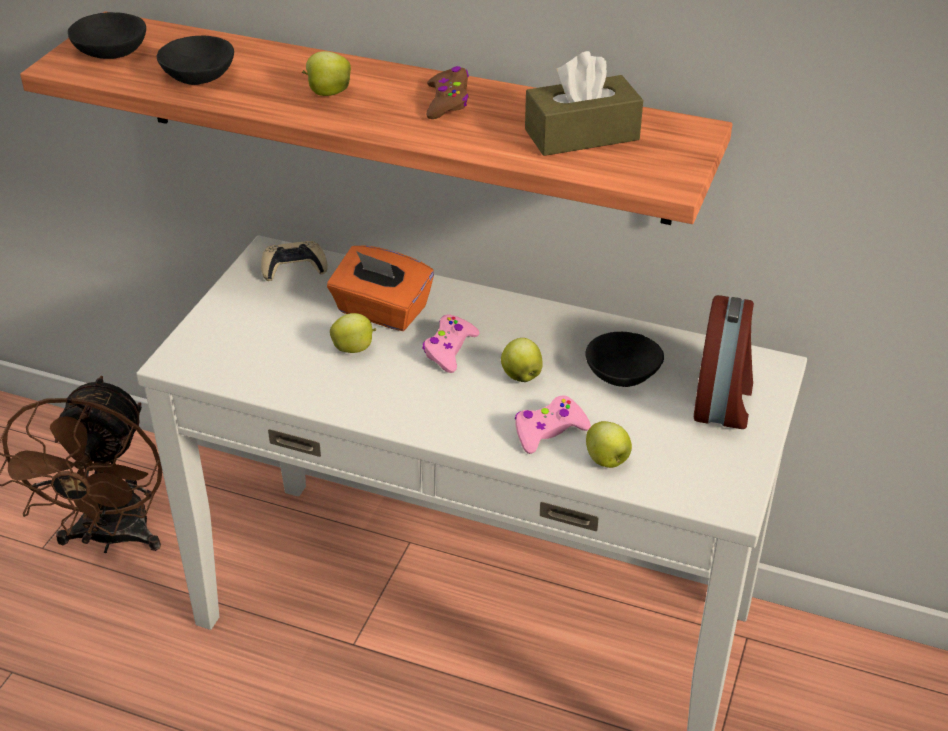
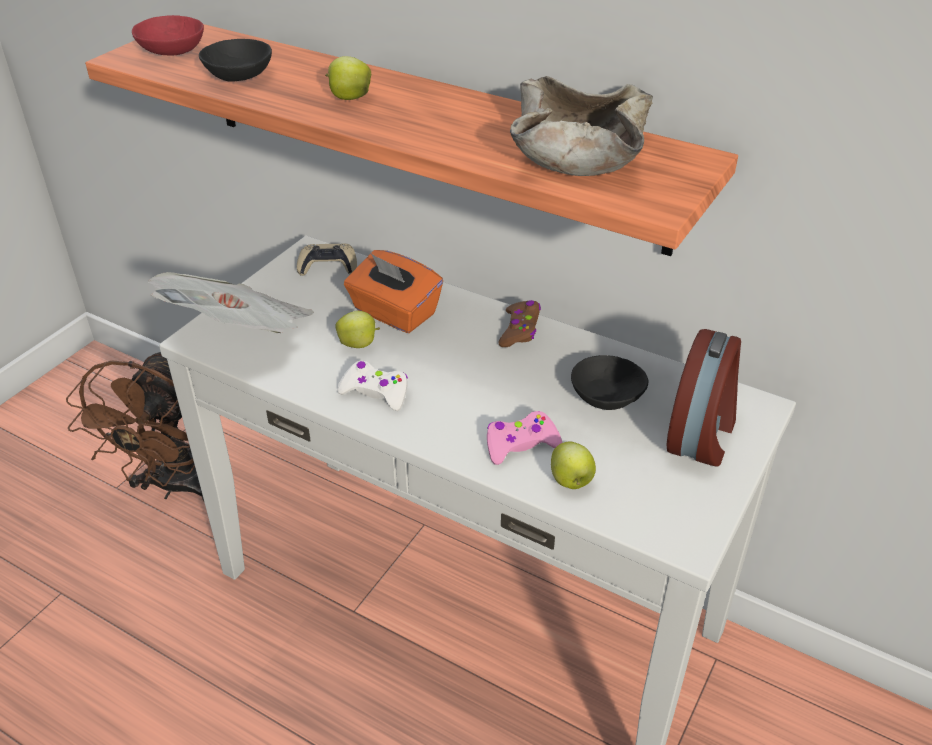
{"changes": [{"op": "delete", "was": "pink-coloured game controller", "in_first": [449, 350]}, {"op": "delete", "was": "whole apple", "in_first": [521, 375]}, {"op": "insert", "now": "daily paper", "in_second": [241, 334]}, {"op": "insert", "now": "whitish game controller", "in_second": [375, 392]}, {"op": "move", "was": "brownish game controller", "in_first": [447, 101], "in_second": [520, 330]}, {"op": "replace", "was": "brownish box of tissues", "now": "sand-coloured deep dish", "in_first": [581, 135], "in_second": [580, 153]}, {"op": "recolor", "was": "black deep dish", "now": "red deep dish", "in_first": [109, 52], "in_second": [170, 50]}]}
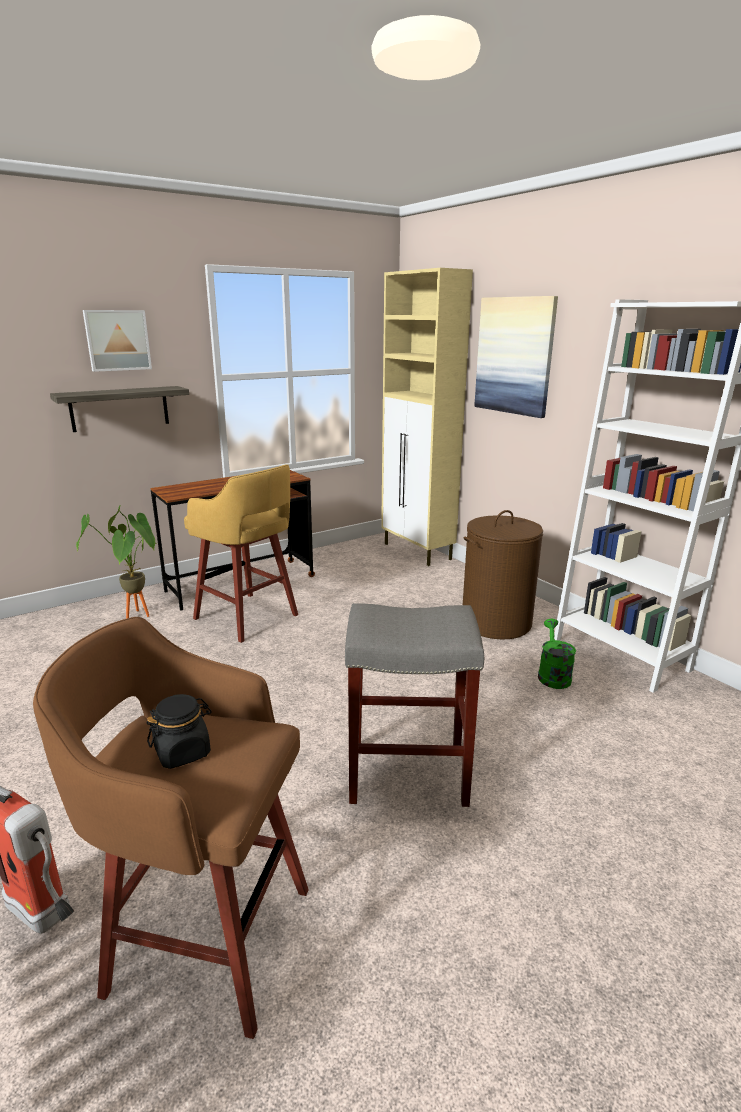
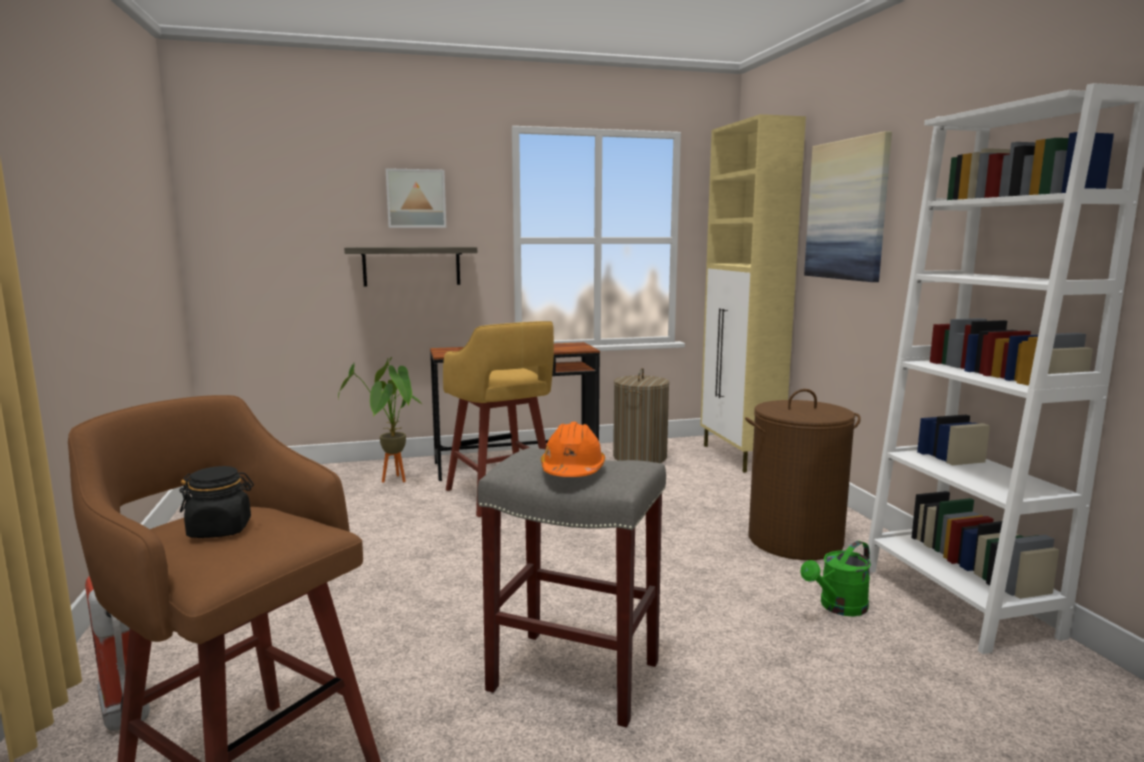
{"changes": [{"op": "insert", "now": "orange-coloured hard hat", "in_second": [572, 470]}, {"op": "insert", "now": "washing basket", "in_second": [640, 457]}, {"op": "rotate", "was": "greenish watering pot", "in_first": [552, 675], "in_second": [838, 607], "clockwise": -150}]}
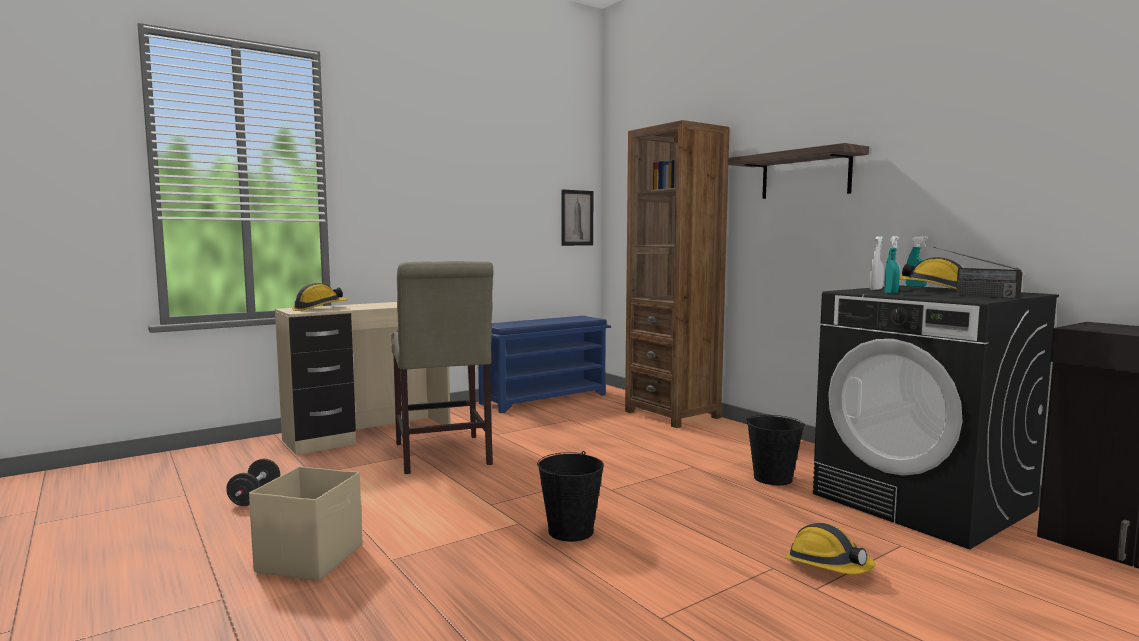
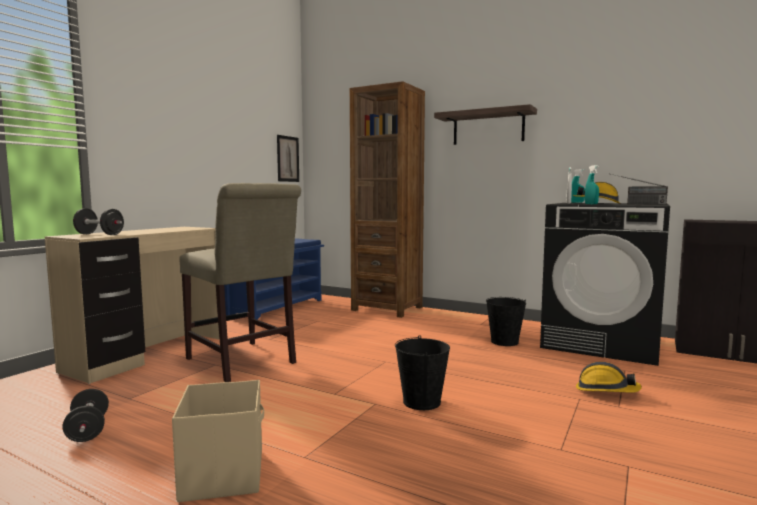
{"changes": [{"op": "replace", "was": "hard hat", "now": "black free weight", "in_first": [319, 308], "in_second": [99, 234]}]}
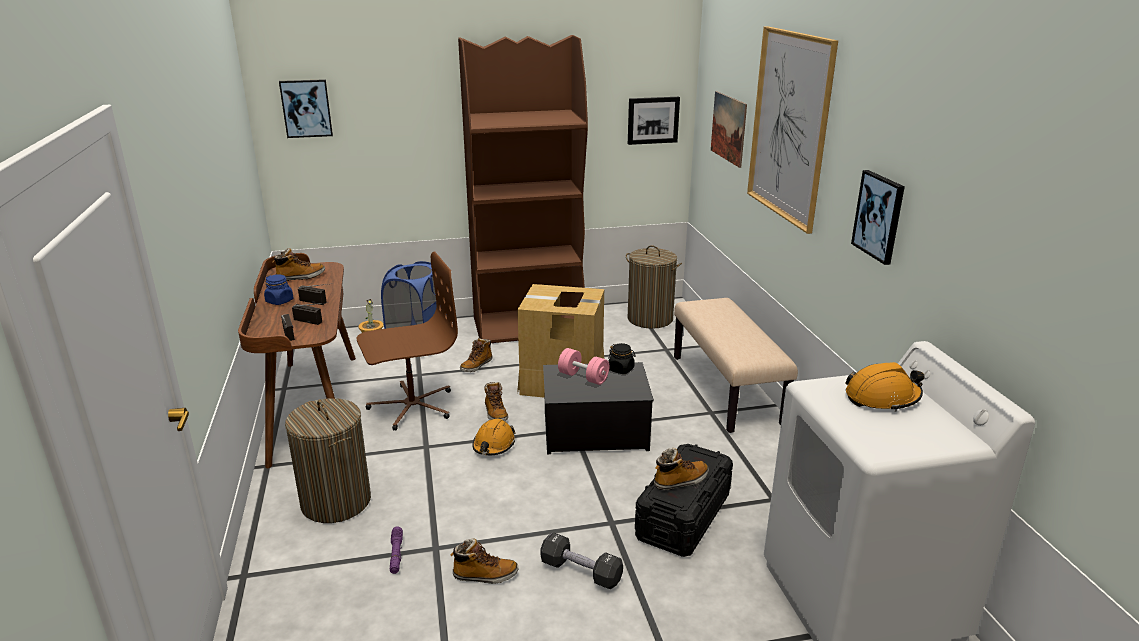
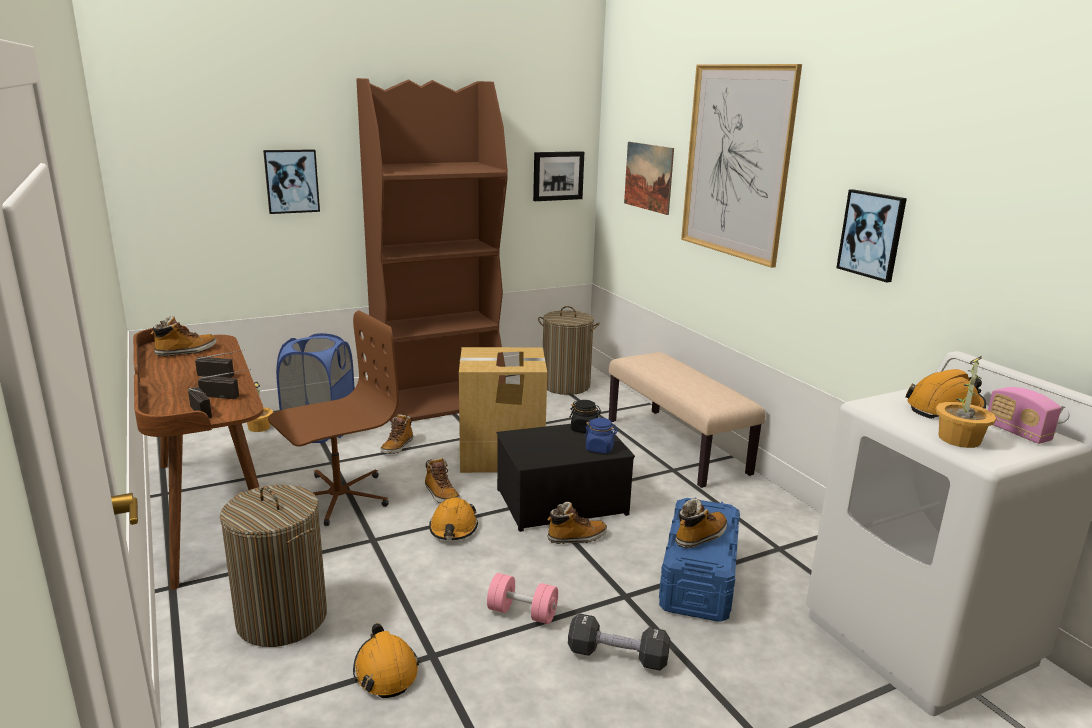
{"changes": [{"op": "insert", "now": "plant in a pot", "in_second": [960, 439]}, {"op": "insert", "now": "radio receiver", "in_second": [1017, 433]}, {"op": "move", "was": "blue-coloured jar", "in_first": [280, 301], "in_second": [600, 448]}, {"op": "move", "was": "wall art", "in_first": [306, 108], "in_second": [291, 181]}, {"op": "move", "was": "high-top boot", "in_first": [485, 575], "in_second": [576, 538]}, {"op": "move", "was": "pink-coloured free weight", "in_first": [583, 377], "in_second": [522, 613]}, {"op": "replace", "was": "purple torch", "now": "orange-coloured hard hat", "in_first": [396, 554], "in_second": [385, 671]}, {"op": "recolor", "was": "black storage box", "now": "blue-coloured storage box", "in_first": [683, 516], "in_second": [699, 578]}]}
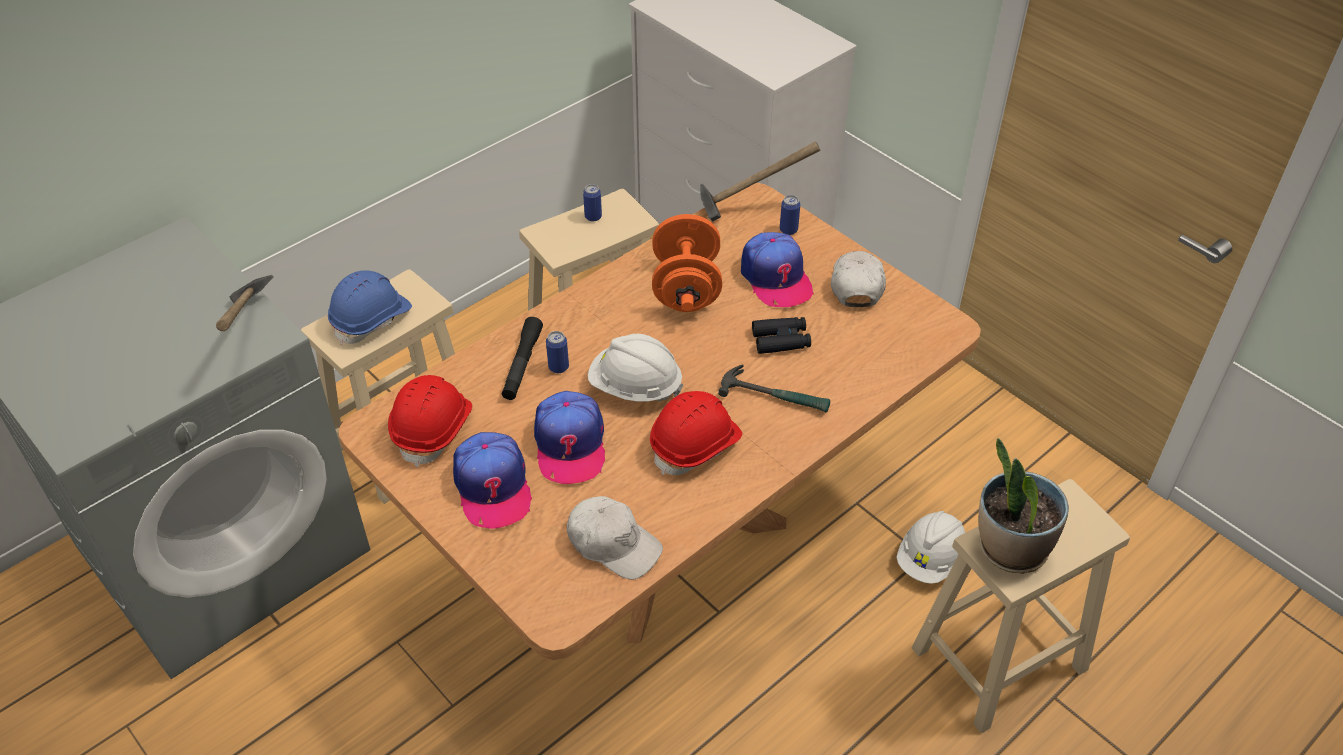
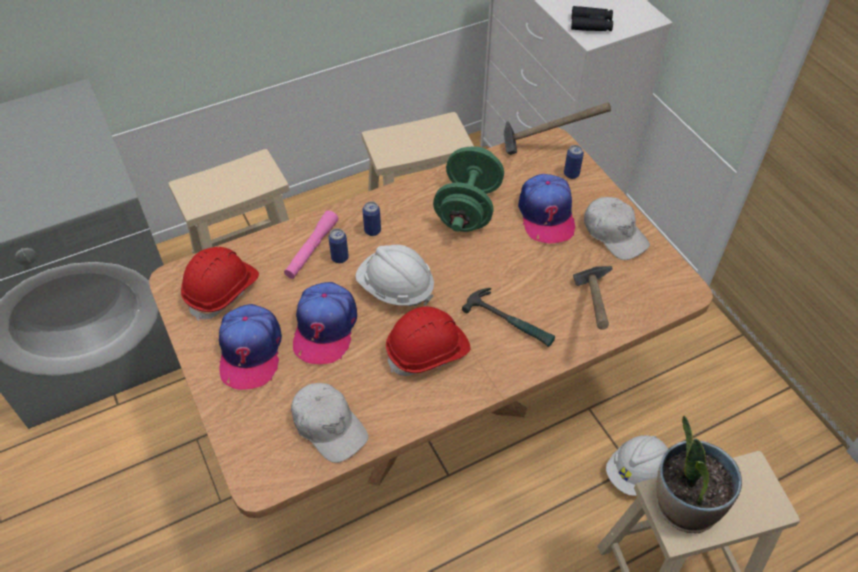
{"changes": [{"op": "delete", "was": "blue-coloured hard hat", "in_first": [372, 319]}, {"op": "move", "was": "hand hammer", "in_first": [252, 335], "in_second": [591, 317]}, {"op": "move", "was": "can", "in_first": [593, 217], "in_second": [372, 230]}, {"op": "move", "was": "black pair of binoculars", "in_first": [781, 340], "in_second": [591, 24]}, {"op": "recolor", "was": "black torch", "now": "pink-coloured torch", "in_first": [522, 364], "in_second": [312, 249]}, {"op": "recolor", "was": "orange-coloured free weight", "now": "greenish free weight", "in_first": [686, 288], "in_second": [468, 209]}, {"op": "rotate", "was": "whitish cap", "in_first": [856, 284], "in_second": [614, 234], "clockwise": 120}]}
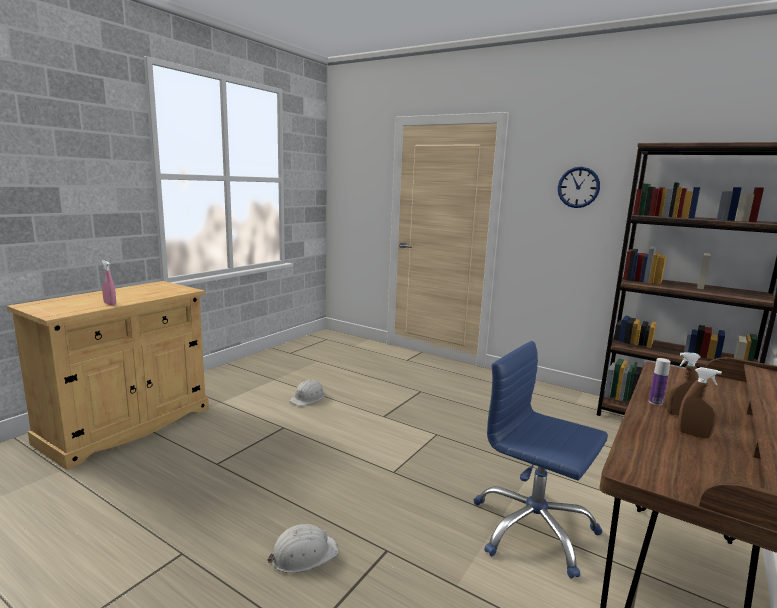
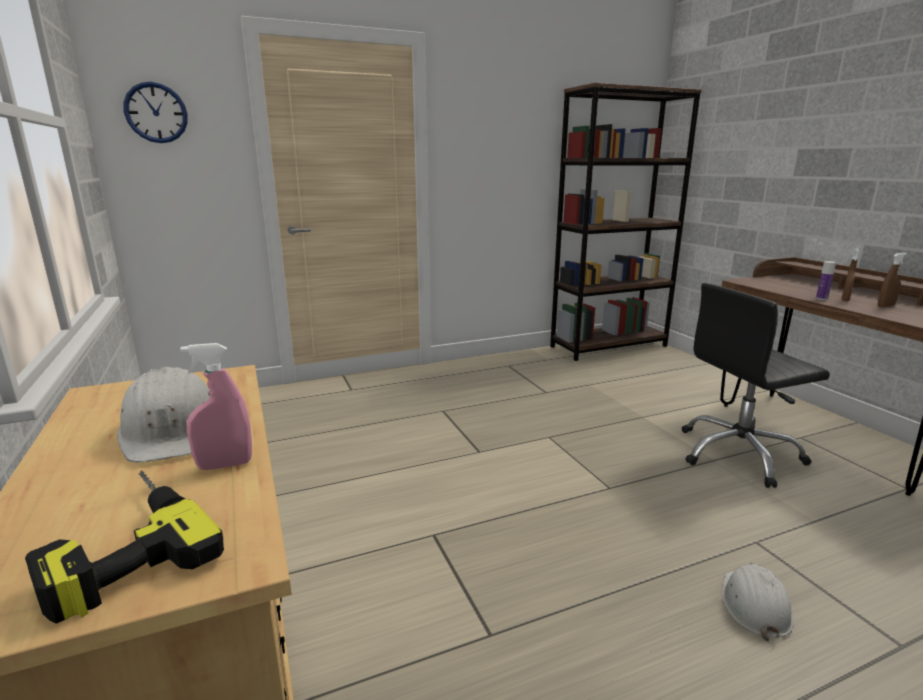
{"changes": [{"op": "insert", "now": "electric drill", "in_second": [120, 545]}, {"op": "move", "was": "whitish hard hat", "in_first": [308, 398], "in_second": [172, 430]}, {"op": "move", "was": "wall clock", "in_first": [578, 187], "in_second": [156, 113]}, {"op": "recolor", "was": "blue-coloured computer chair", "now": "black computer chair", "in_first": [533, 529], "in_second": [738, 454]}]}
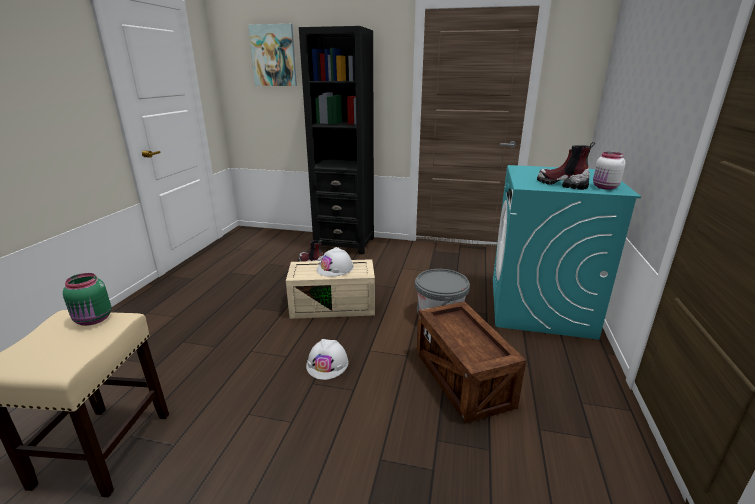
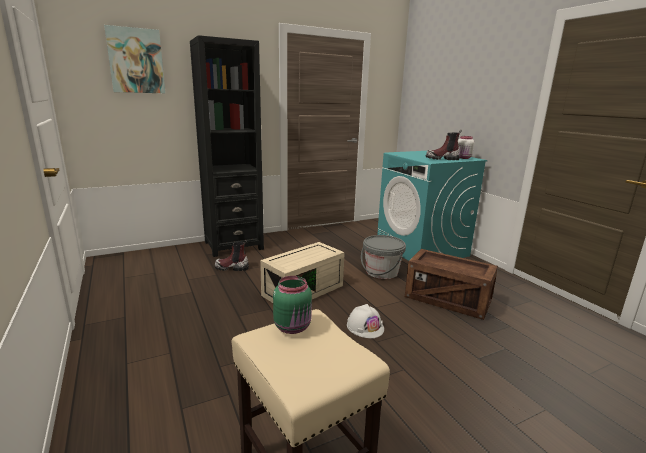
{"changes": [{"op": "delete", "was": "whitish hard hat", "in_first": [335, 268]}]}
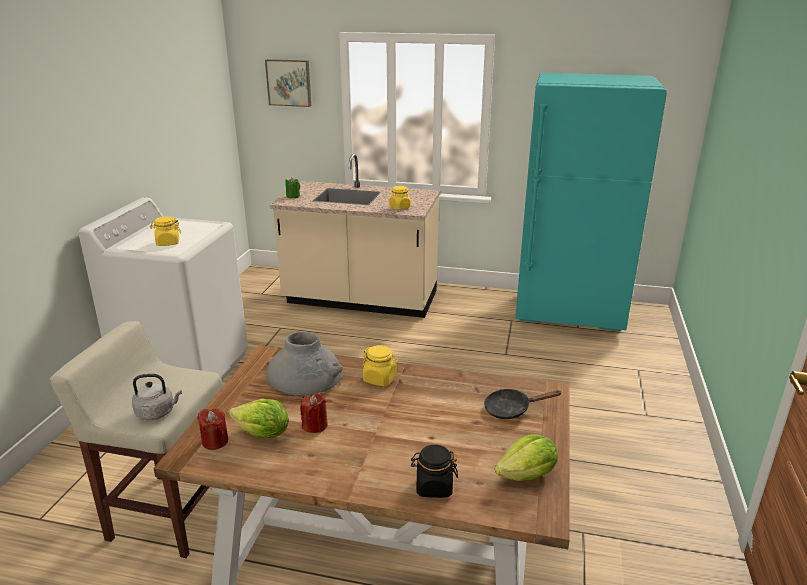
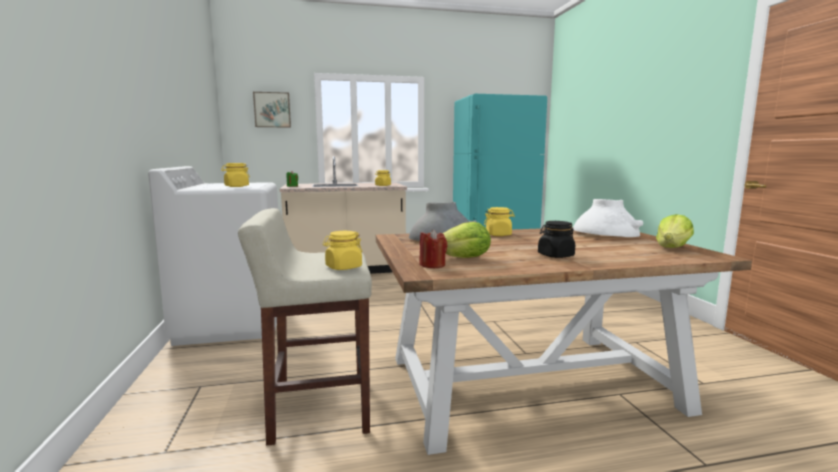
{"changes": [{"op": "delete", "was": "red candle", "in_first": [315, 425]}, {"op": "move", "was": "black jar", "in_first": [433, 487], "in_second": [555, 255]}, {"op": "replace", "was": "greyish kettle", "now": "yellowish jar", "in_first": [157, 412], "in_second": [343, 267]}, {"op": "replace", "was": "black frying pan", "now": "whitish vase", "in_first": [511, 409], "in_second": [605, 233]}]}
